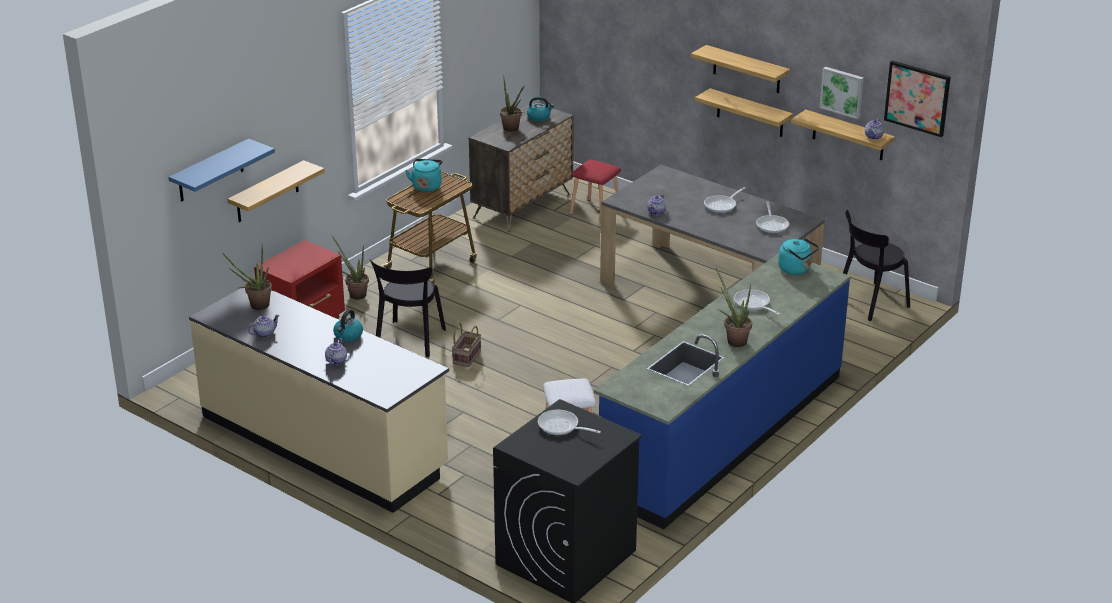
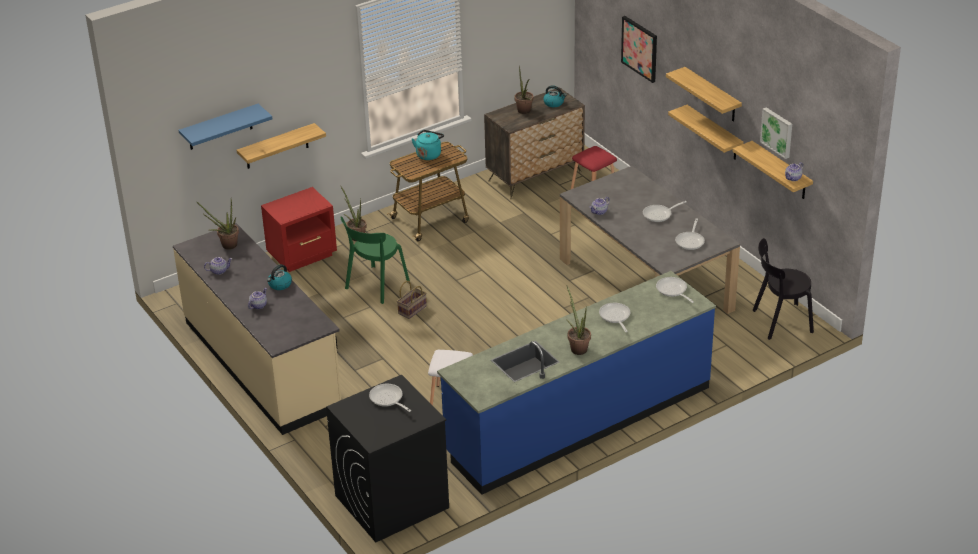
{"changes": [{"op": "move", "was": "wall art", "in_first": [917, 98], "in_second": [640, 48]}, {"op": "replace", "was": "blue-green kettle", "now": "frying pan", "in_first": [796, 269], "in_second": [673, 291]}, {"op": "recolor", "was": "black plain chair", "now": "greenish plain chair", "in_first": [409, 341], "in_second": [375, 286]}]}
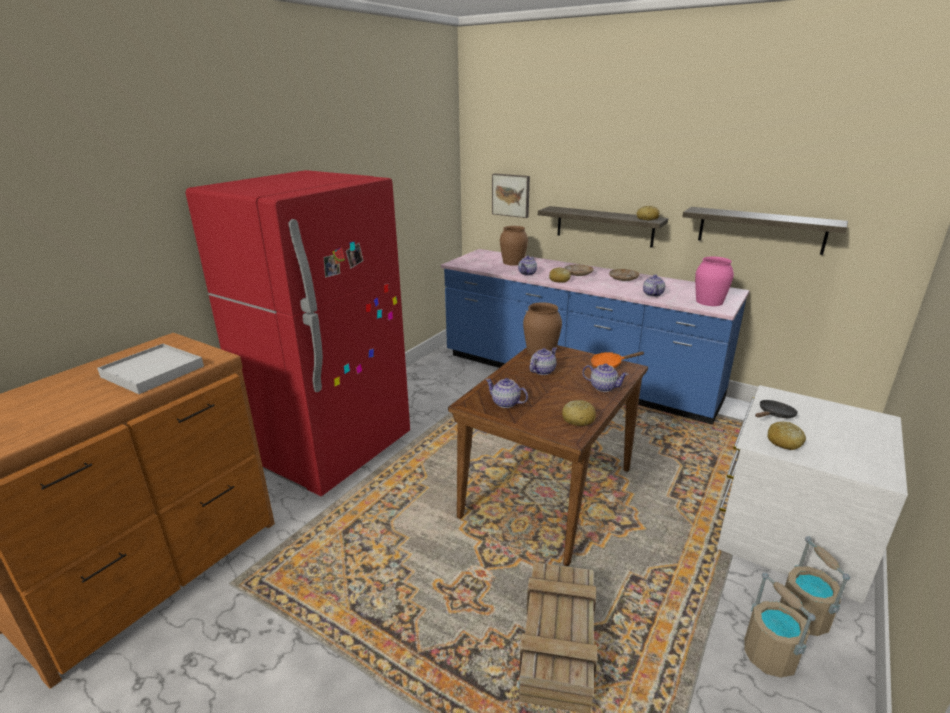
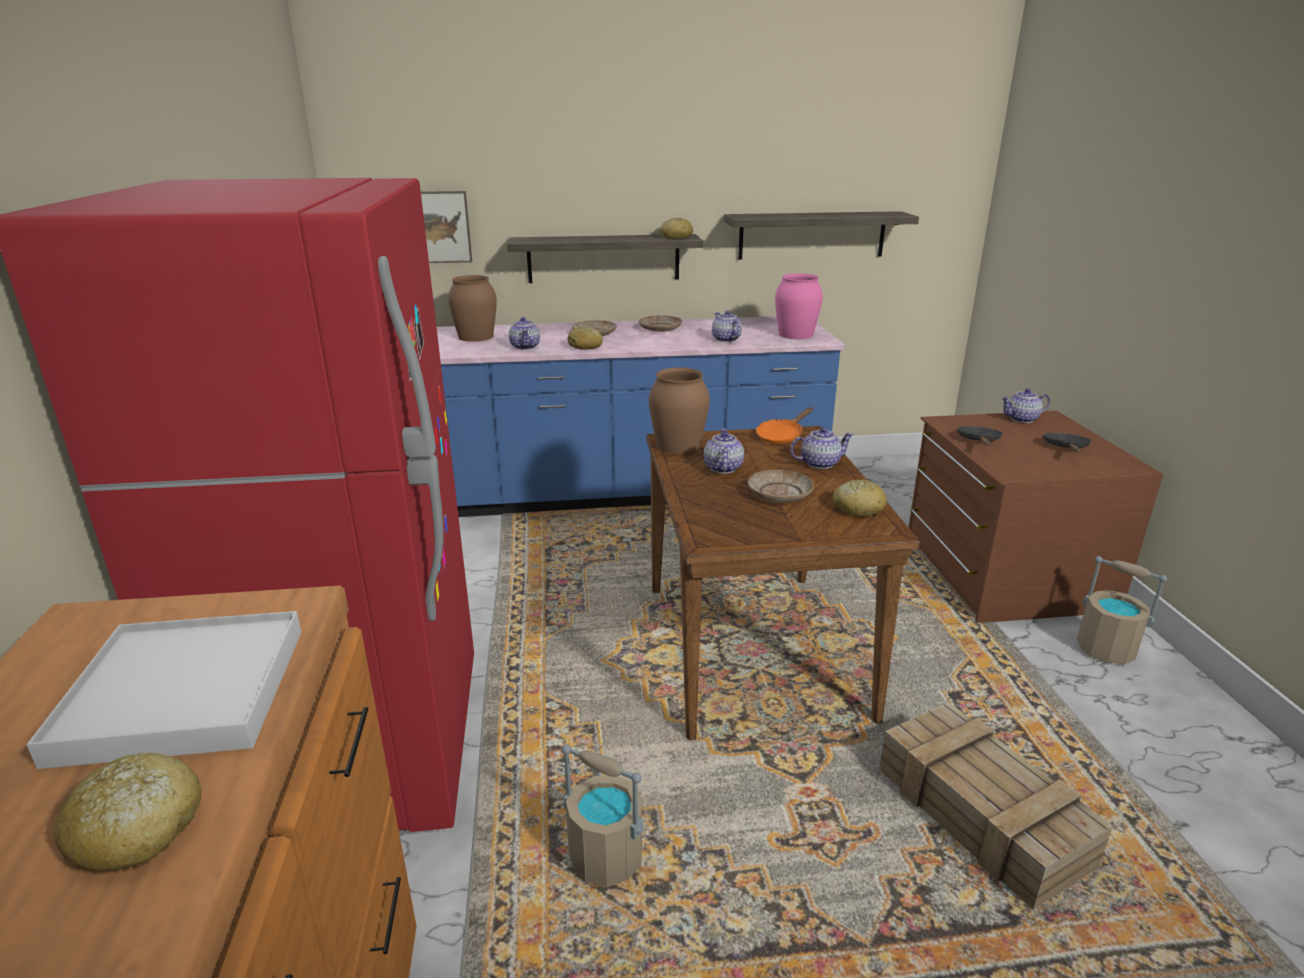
{"changes": [{"op": "insert", "now": "sand-coloured flat dish", "in_second": [779, 494]}, {"op": "insert", "now": "black frying pan", "in_second": [1066, 448]}, {"op": "move", "was": "tea pot", "in_first": [506, 403], "in_second": [1022, 419]}, {"op": "move", "was": "sand-coloured water bucket", "in_first": [769, 655], "in_second": [605, 856]}, {"op": "move", "was": "bakery bread", "in_first": [784, 442], "in_second": [137, 829]}, {"op": "recolor", "was": "whitish drawer chest", "now": "brownish drawer chest", "in_first": [790, 530], "in_second": [1002, 573]}]}
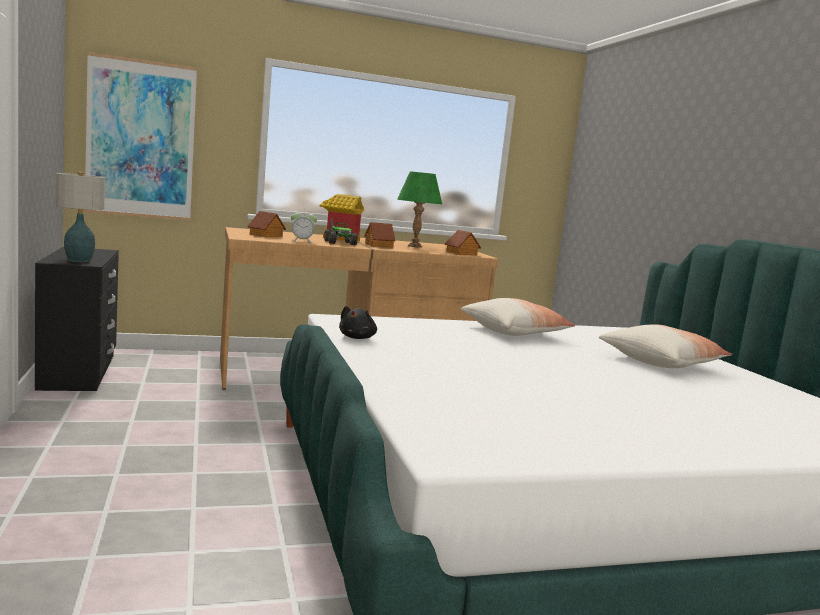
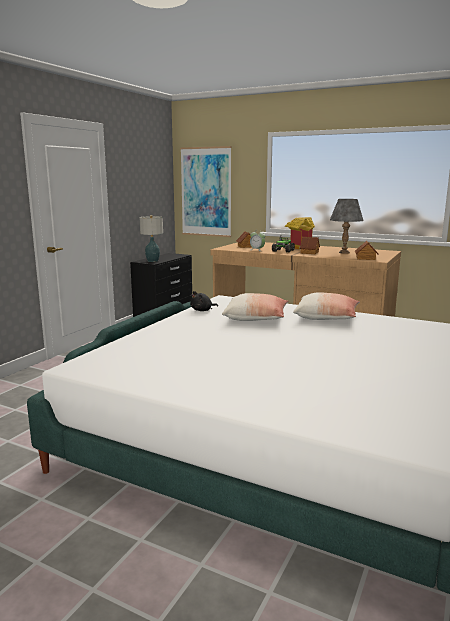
{"changes": [{"op": "move", "was": "throw pillow", "in_first": [661, 362], "in_second": [256, 318]}, {"op": "recolor", "was": "greenish table lamp", "now": "greyish table lamp", "in_first": [415, 246], "in_second": [344, 252]}]}
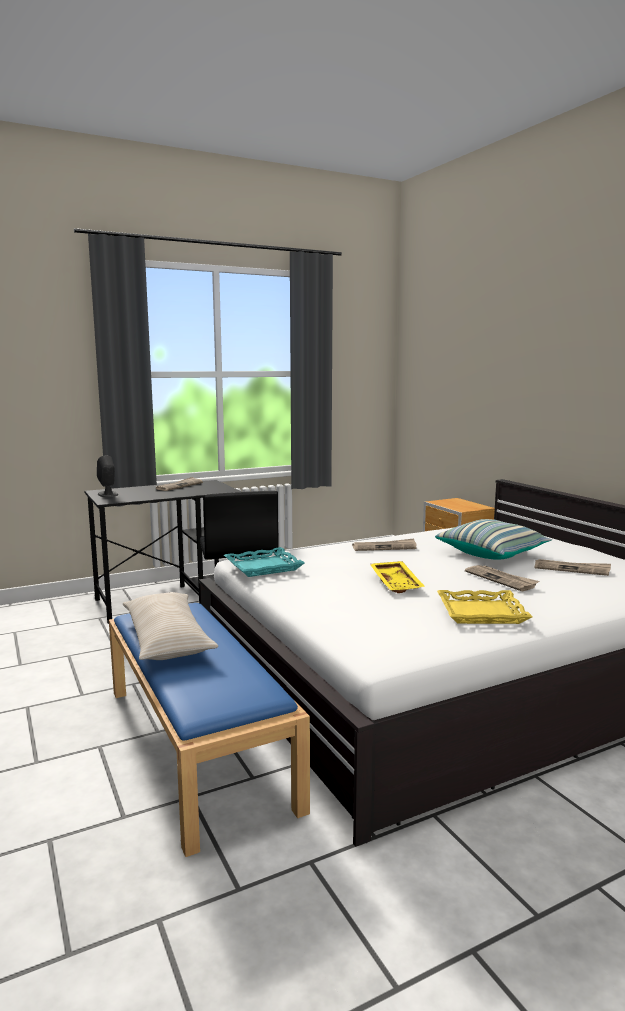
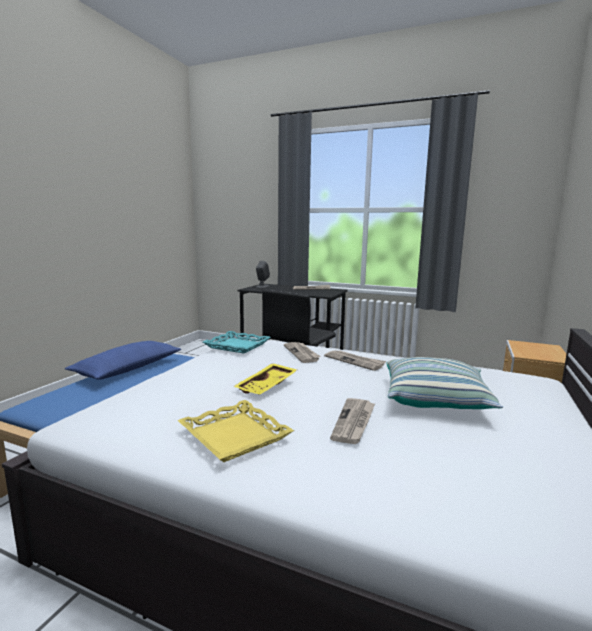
{"changes": [{"op": "move", "was": "daily paper", "in_first": [572, 569], "in_second": [302, 353]}, {"op": "recolor", "was": "sand-coloured throw pillow", "now": "blue-coloured throw pillow", "in_first": [167, 639], "in_second": [128, 369]}]}
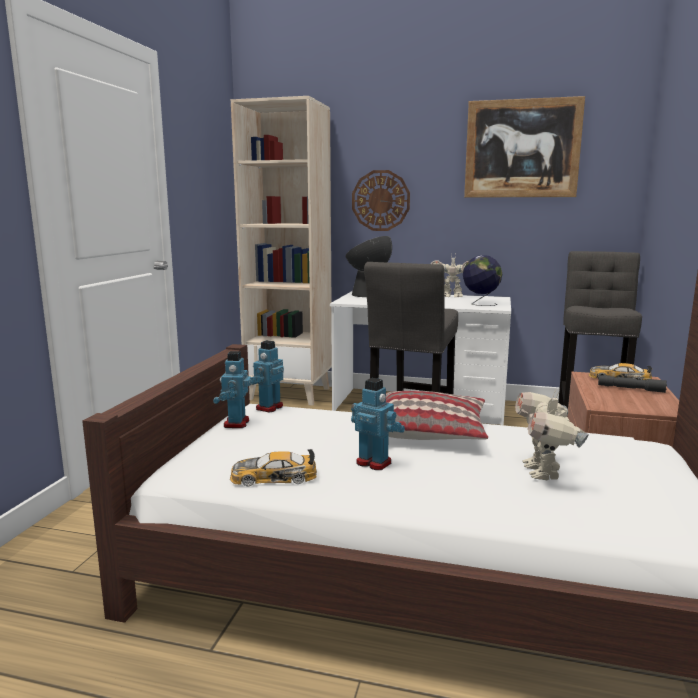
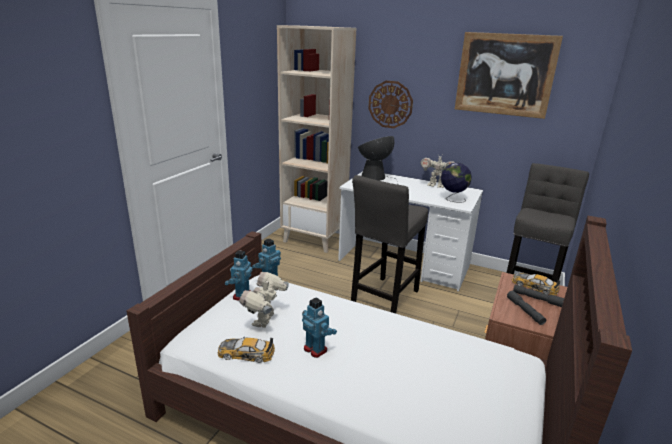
{"changes": [{"op": "delete", "was": "throw pillow", "in_first": [431, 431]}, {"op": "insert", "now": "greyish torch", "in_second": [525, 311]}, {"op": "move", "was": "model robot", "in_first": [543, 472], "in_second": [265, 321]}]}
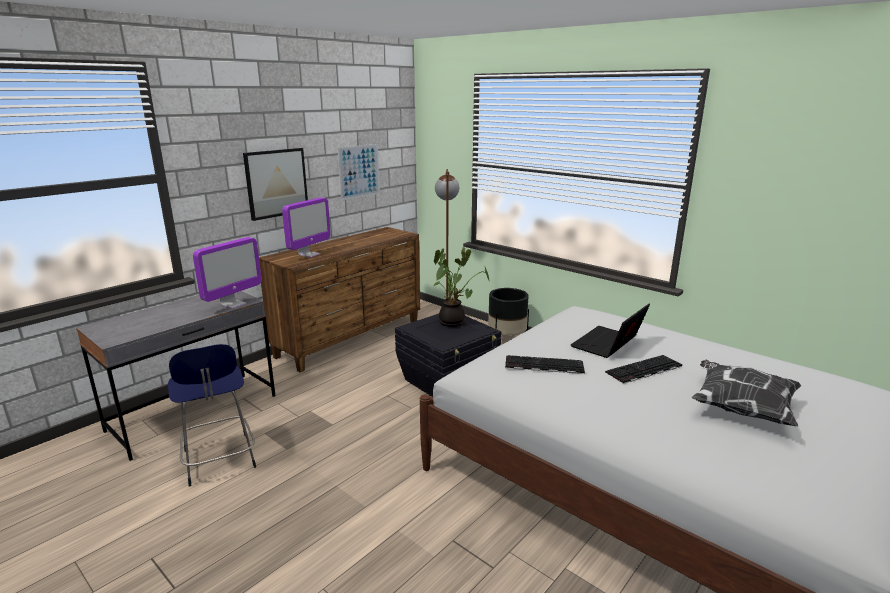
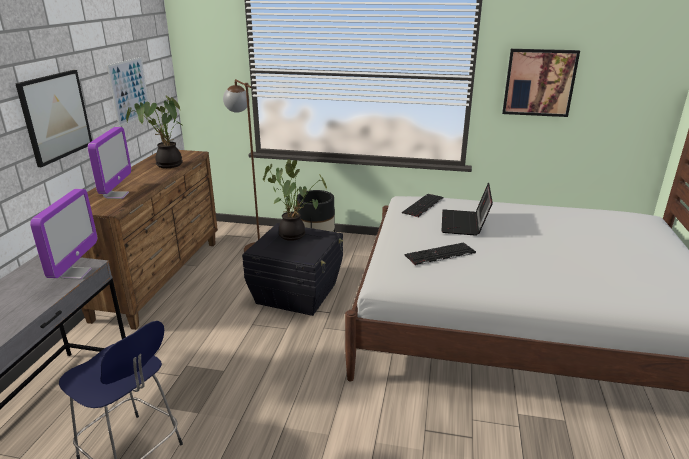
{"changes": [{"op": "delete", "was": "throw pillow", "in_first": [740, 408]}, {"op": "insert", "now": "plant in a pot", "in_second": [167, 165]}, {"op": "insert", "now": "wall art", "in_second": [539, 82]}, {"op": "move", "was": "PC keyboard", "in_first": [644, 370], "in_second": [423, 206]}]}
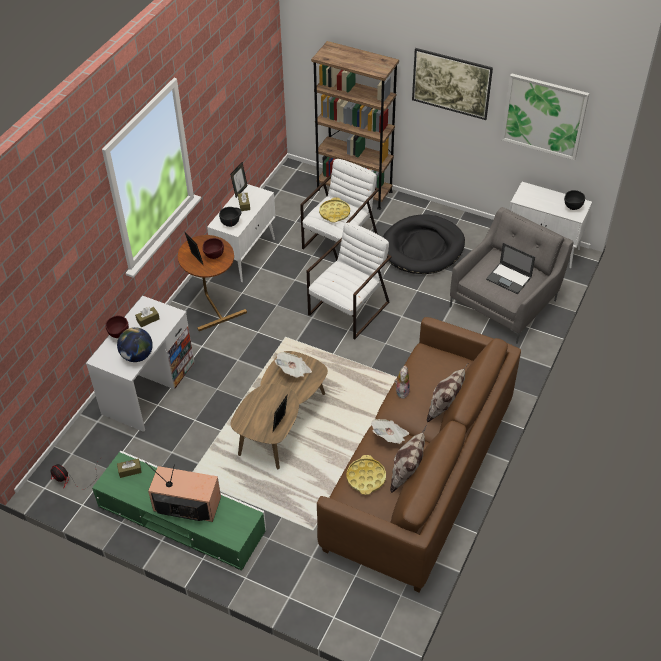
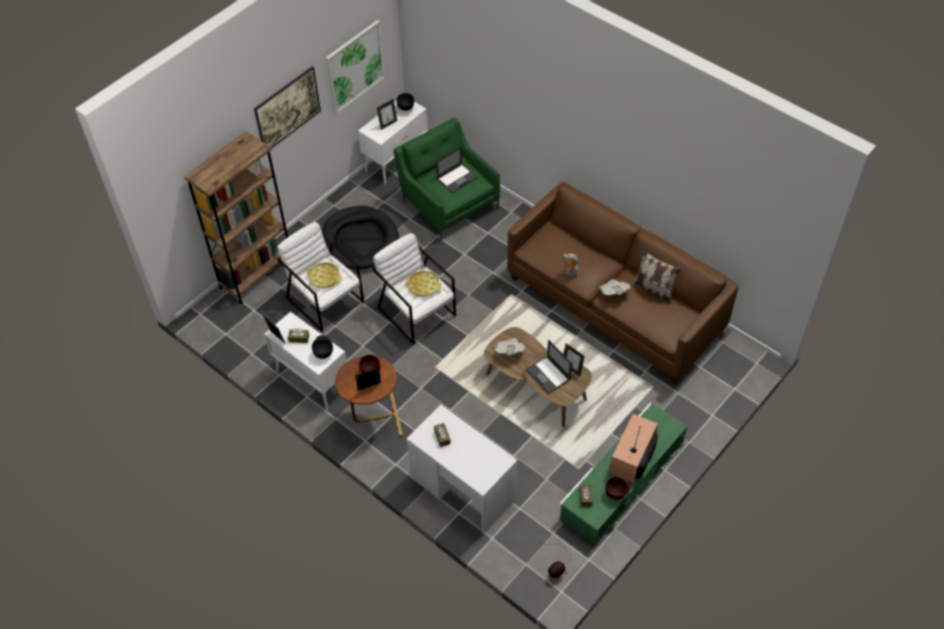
{"changes": [{"op": "delete", "was": "world globe", "in_first": [137, 356]}, {"op": "delete", "was": "throw pillow", "in_first": [445, 407]}, {"op": "insert", "now": "picture frame", "in_second": [388, 124]}, {"op": "insert", "now": "laptop", "in_second": [548, 375]}, {"op": "move", "was": "brownish deep dish", "in_first": [119, 335], "in_second": [616, 494]}, {"op": "move", "was": "yellowish serving tray", "in_first": [366, 477], "in_second": [423, 286]}, {"op": "recolor", "was": "greyish armchair", "now": "greenish armchair", "in_first": [505, 301], "in_second": [448, 201]}]}
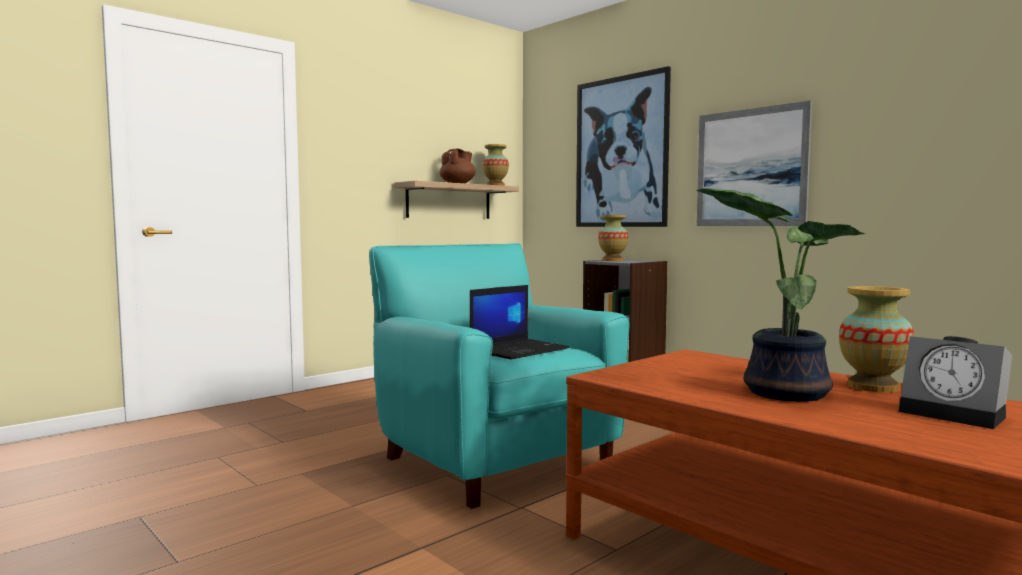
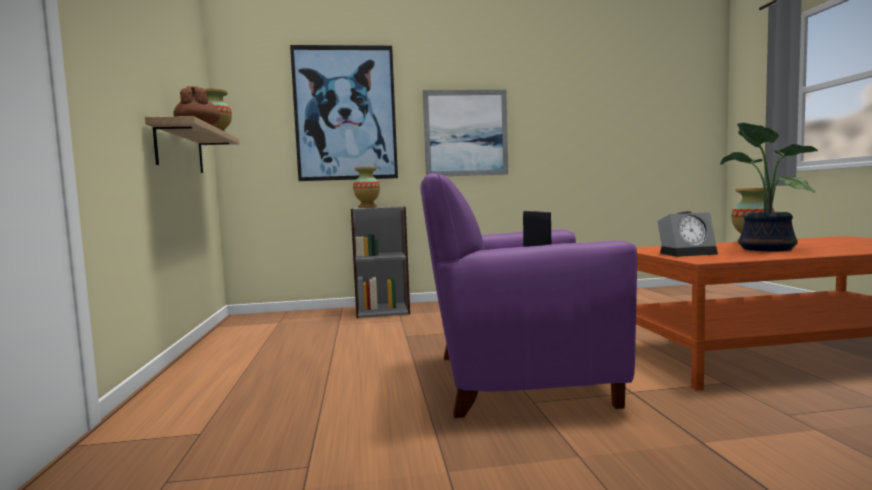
{"changes": [{"op": "move", "was": "bedside clock", "in_first": [956, 414], "in_second": [688, 253]}, {"op": "recolor", "was": "blue-green armchair", "now": "purple armchair", "in_first": [496, 460], "in_second": [515, 379]}]}
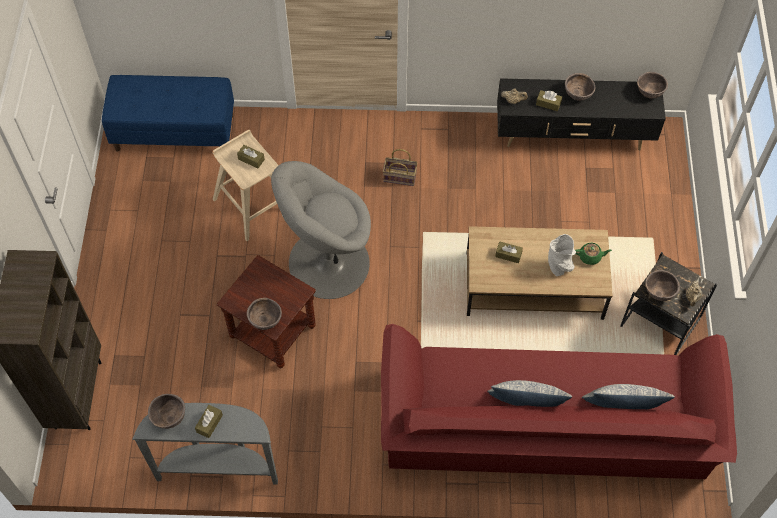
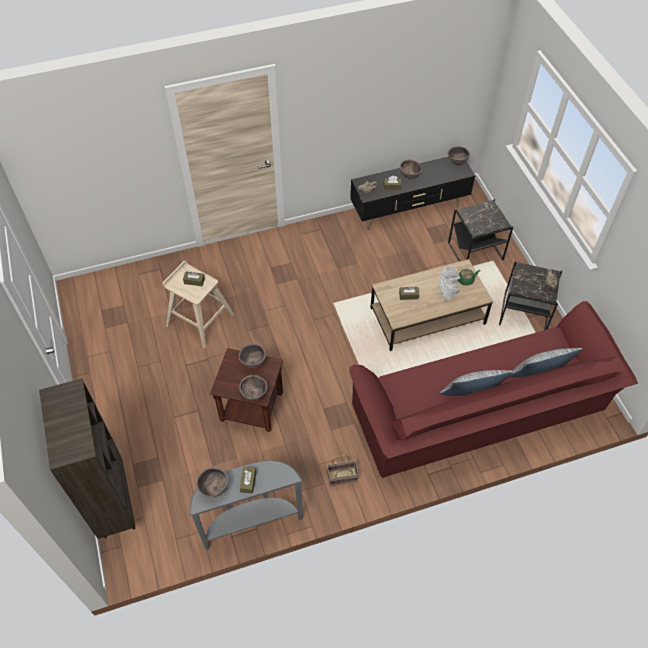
{"changes": [{"op": "delete", "was": "blue-coloured long seat", "in_first": [175, 132]}, {"op": "delete", "was": "greyish armchair", "in_first": [327, 263]}, {"op": "insert", "now": "black end table", "in_second": [476, 251]}, {"op": "move", "was": "storage basket", "in_first": [400, 176], "in_second": [343, 476]}, {"op": "move", "was": "brownish deep dish", "in_first": [659, 293], "in_second": [253, 362]}]}
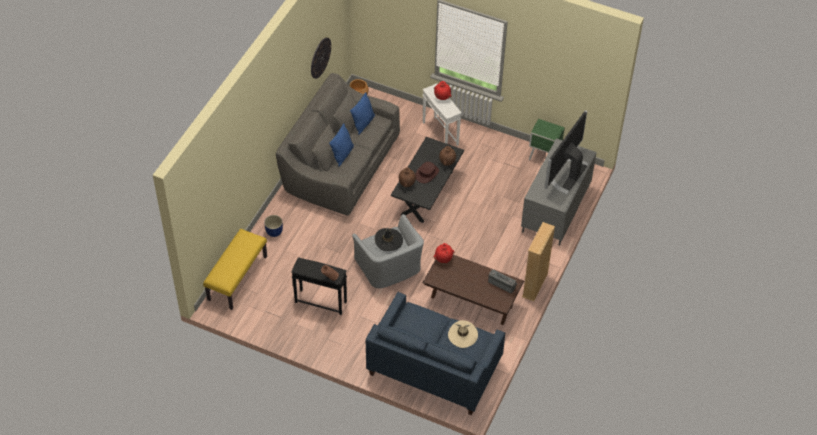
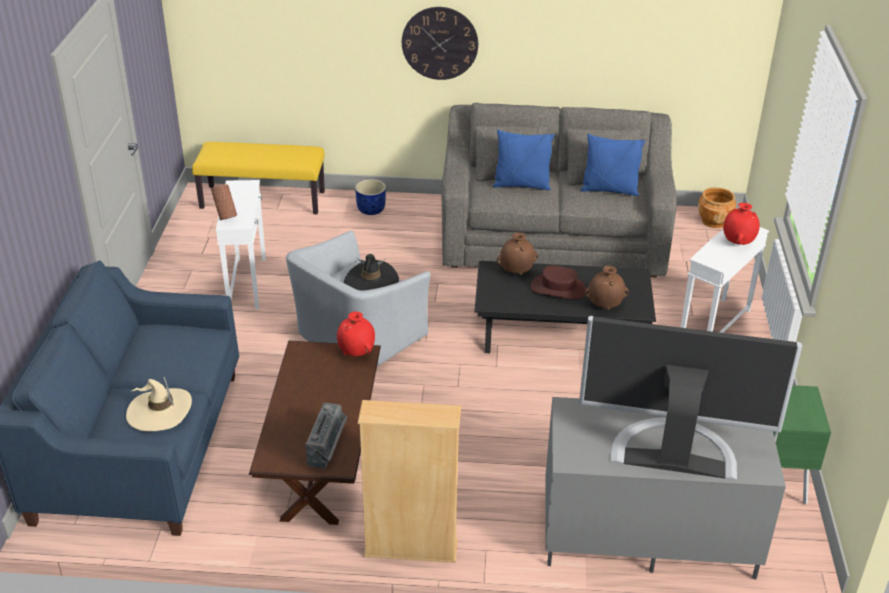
{"changes": [{"op": "move", "was": "wall clock", "in_first": [320, 57], "in_second": [440, 43]}, {"op": "recolor", "was": "black end table", "now": "whitish end table", "in_first": [320, 302], "in_second": [248, 283]}]}
